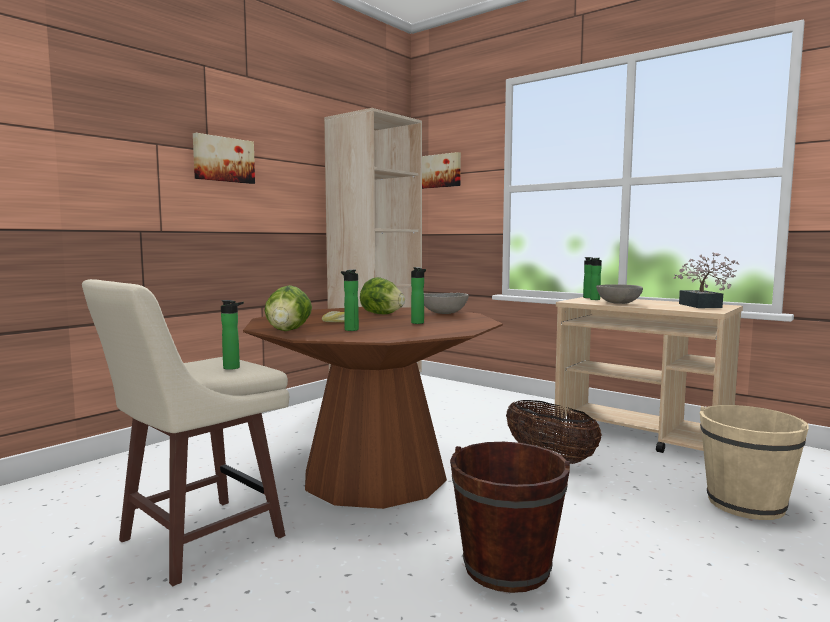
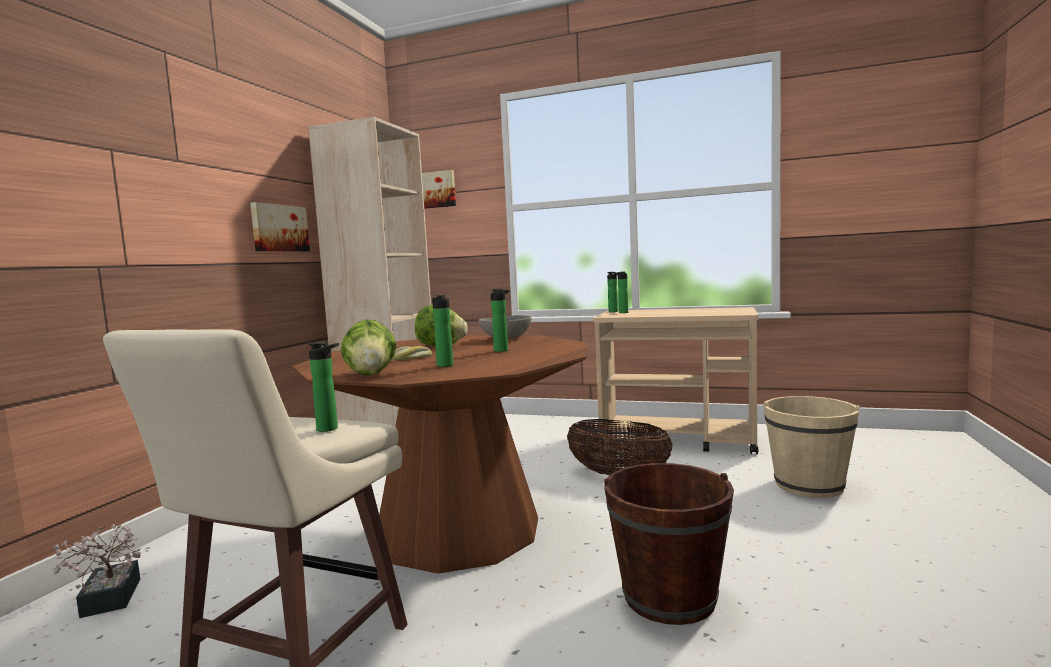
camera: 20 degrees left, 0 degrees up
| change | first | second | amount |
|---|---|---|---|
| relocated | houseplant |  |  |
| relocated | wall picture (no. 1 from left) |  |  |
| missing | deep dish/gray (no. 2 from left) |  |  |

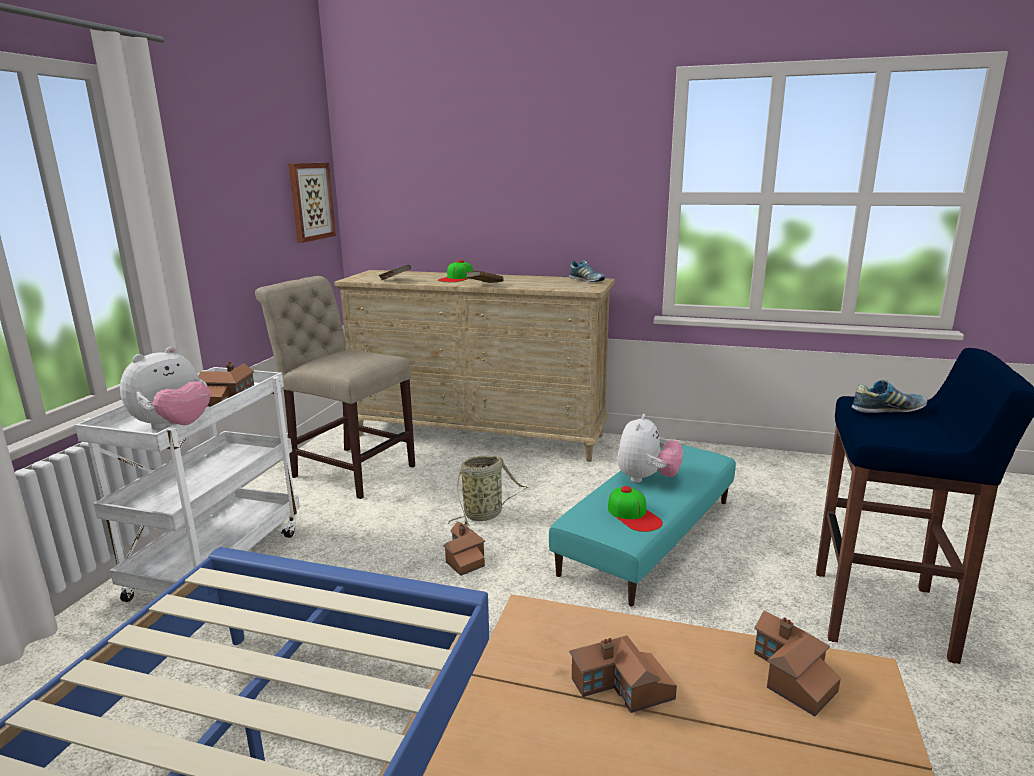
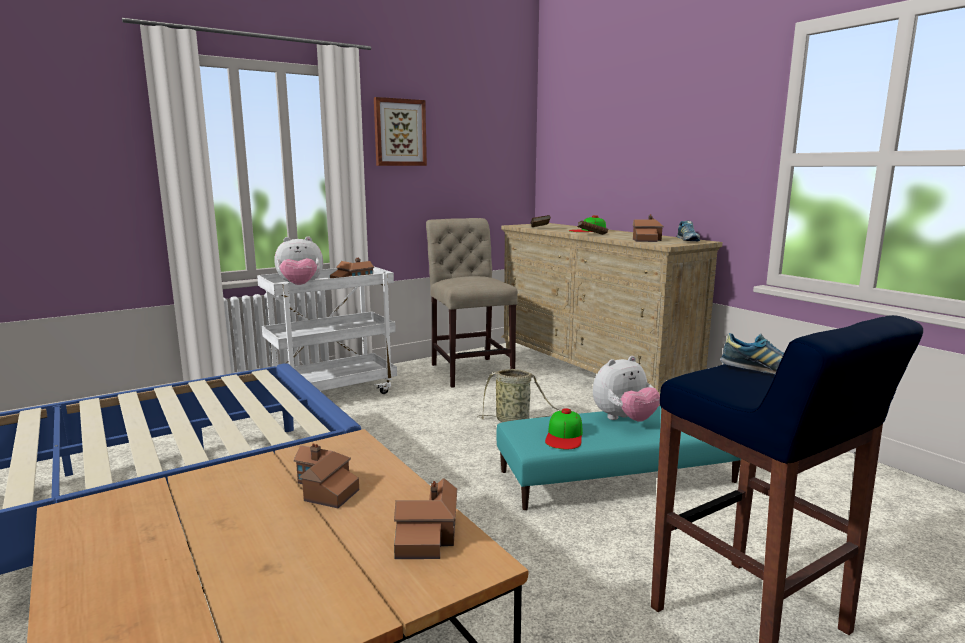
camera: 40 degrees right, 5 degrees down
| change | first | second | amount |
|---|---|---|---|
| relocated | wall picture |  |  |
| relocated | toy house (no. 2 from left in the first image) | toy house (no. 4 from left) |  |

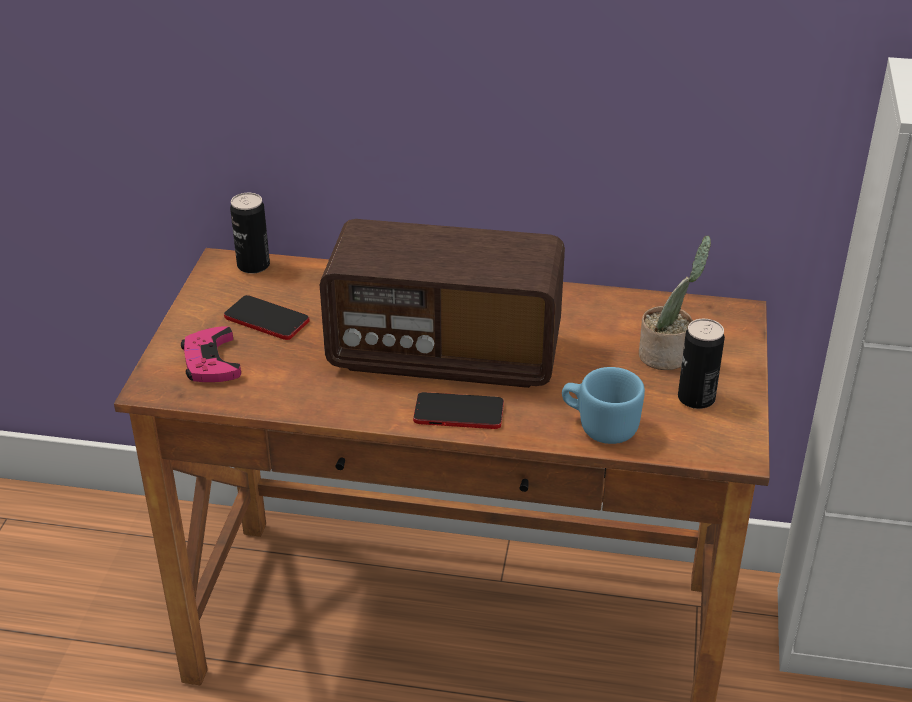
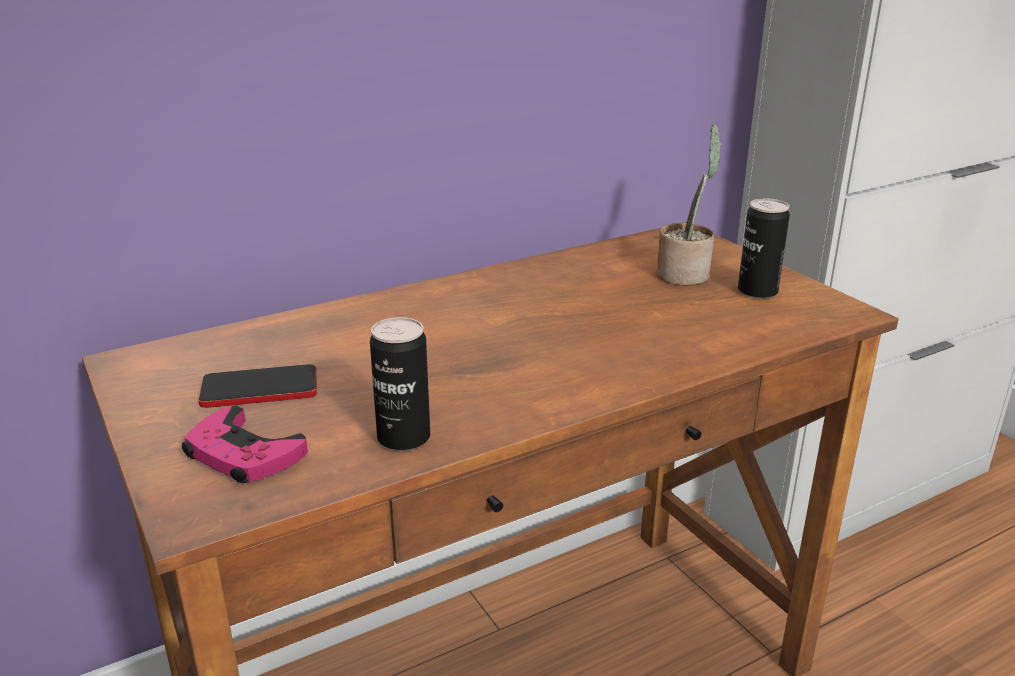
camera: 40 degrees left, 10 degrees down
| change | first | second | amount |
|---|---|---|---|
| relocated | can (no. 1 from left) |  |  |
| missing | radio receiver |  |  |
| missing | handset (no. 2 from left) |  |  |
| missing | mug/blue-coloured |  |  |

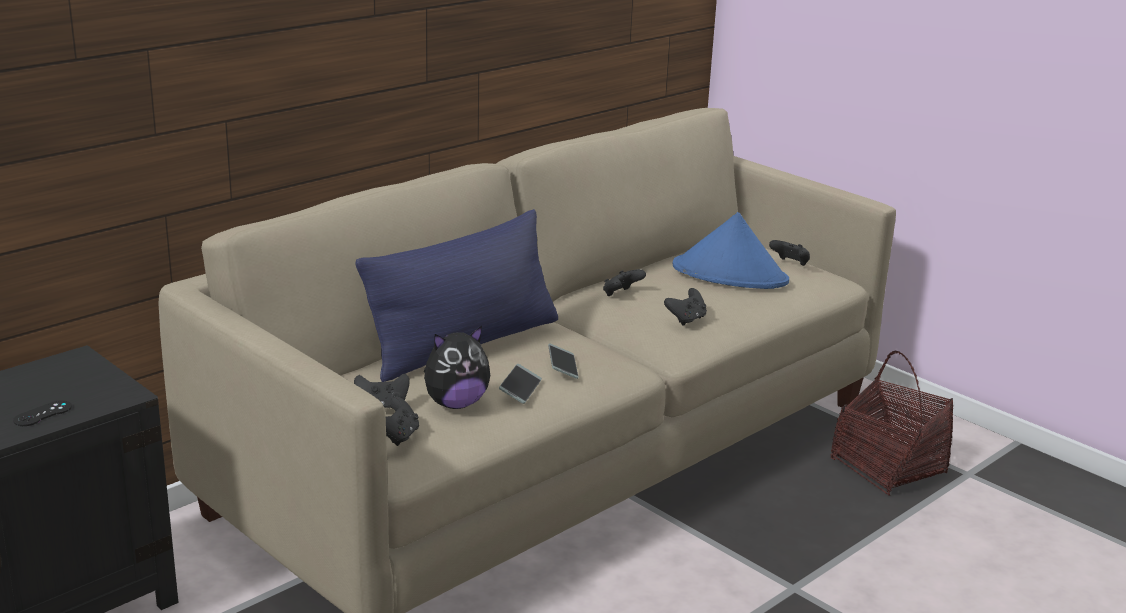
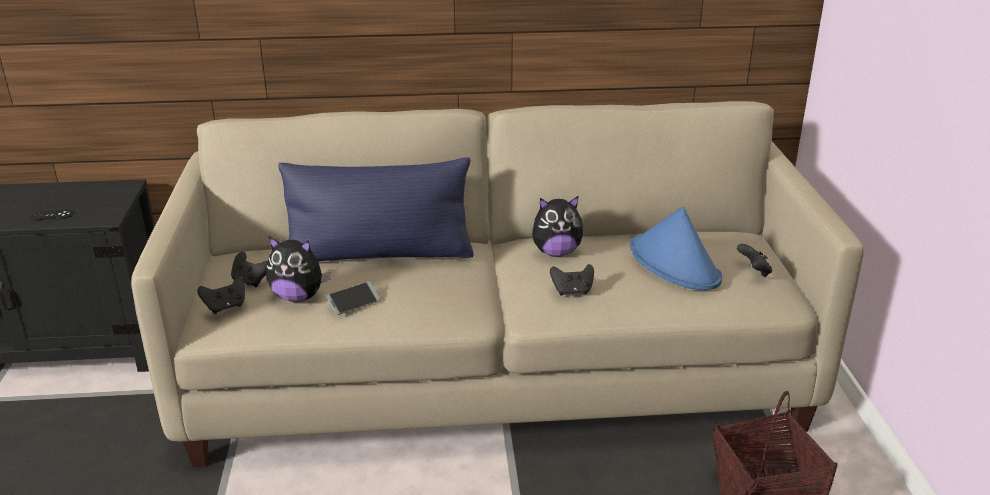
camera: 40 degrees right, 5 degrees up
| change | first | second | amount |
|---|---|---|---|
| exchanged | game controller/blackish (no. 4 from left) | cuddly toy (no. 2 from left) |  |
| missing | handset (no. 2 from left) |  |  |

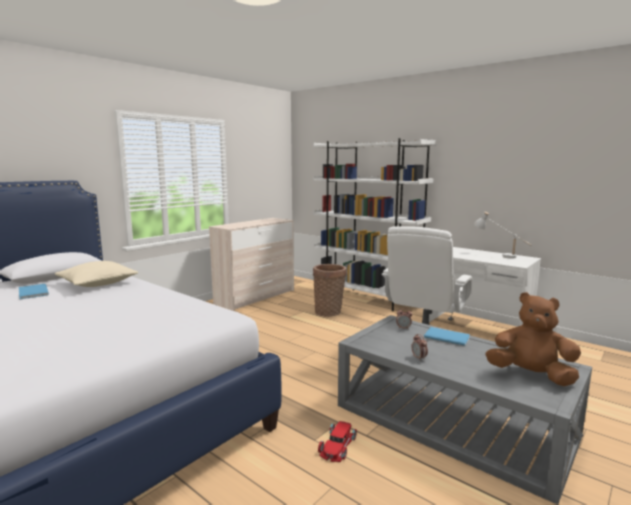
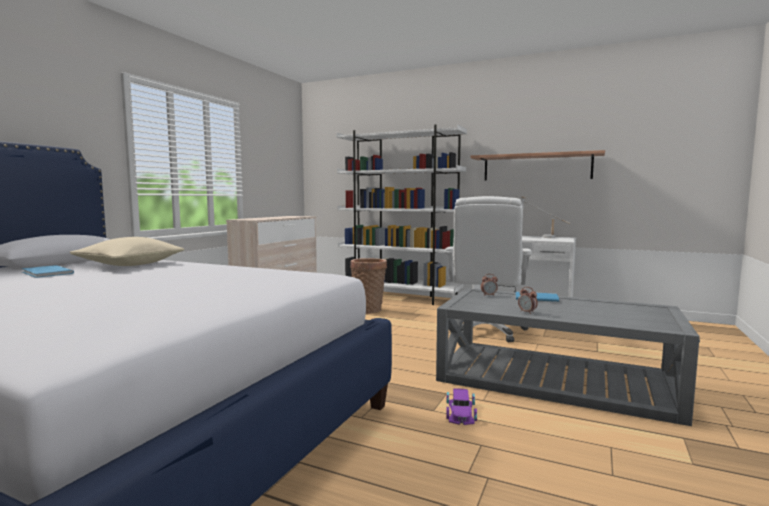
camera: 15 degrees left, 5 degrees down
| change | first | second | amount |
|---|---|---|---|
| colour | toy car/reddish | toy car/purplish |  |
| appeared |  | shelf |  |
| missing | cuddly toy/brown-coloured |  |  |

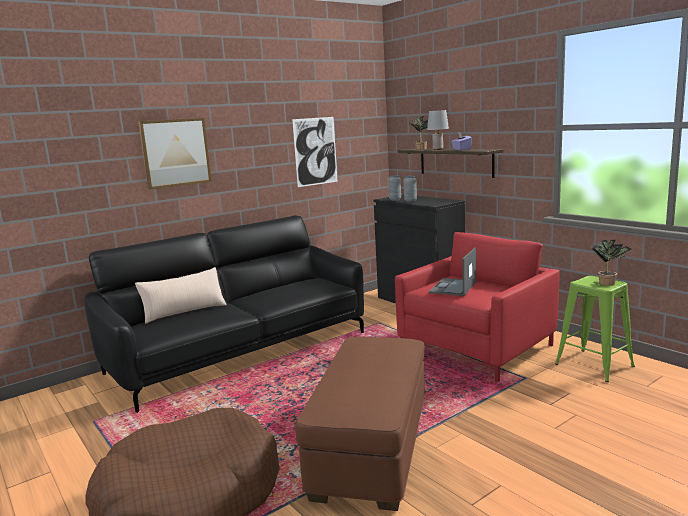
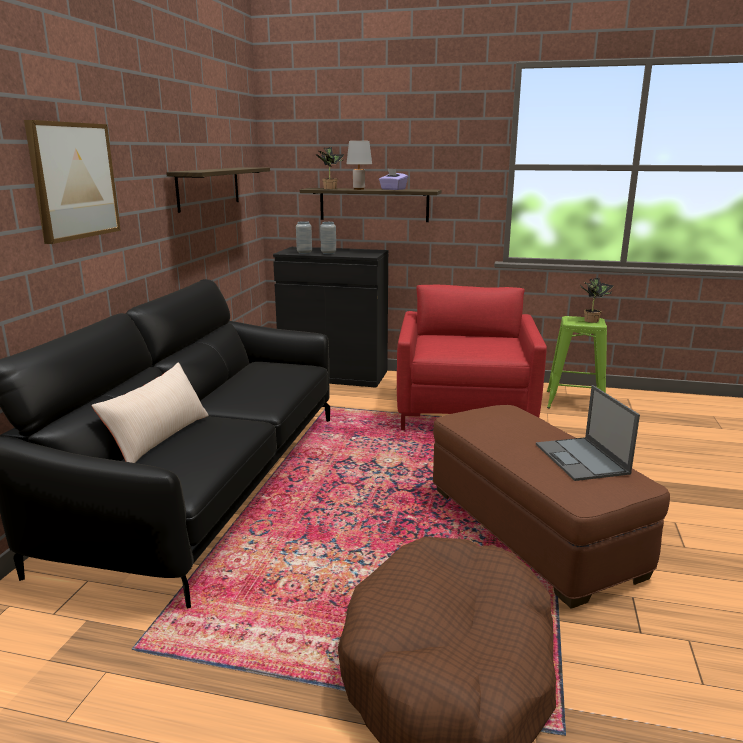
camera: 40 degrees left, 5 degrees up
| change | first | second | amount |
|---|---|---|---|
| exchanged | wall picture (no. 2 from left) | shelf (no. 1 from left) |  |
| relocated | laptop |  |  |

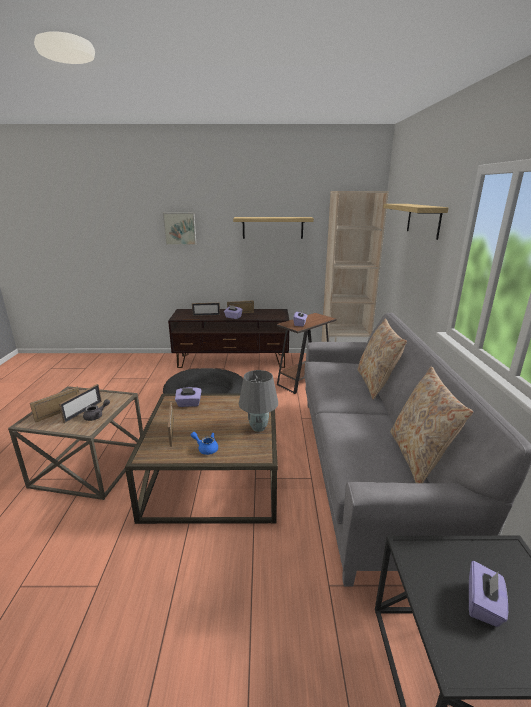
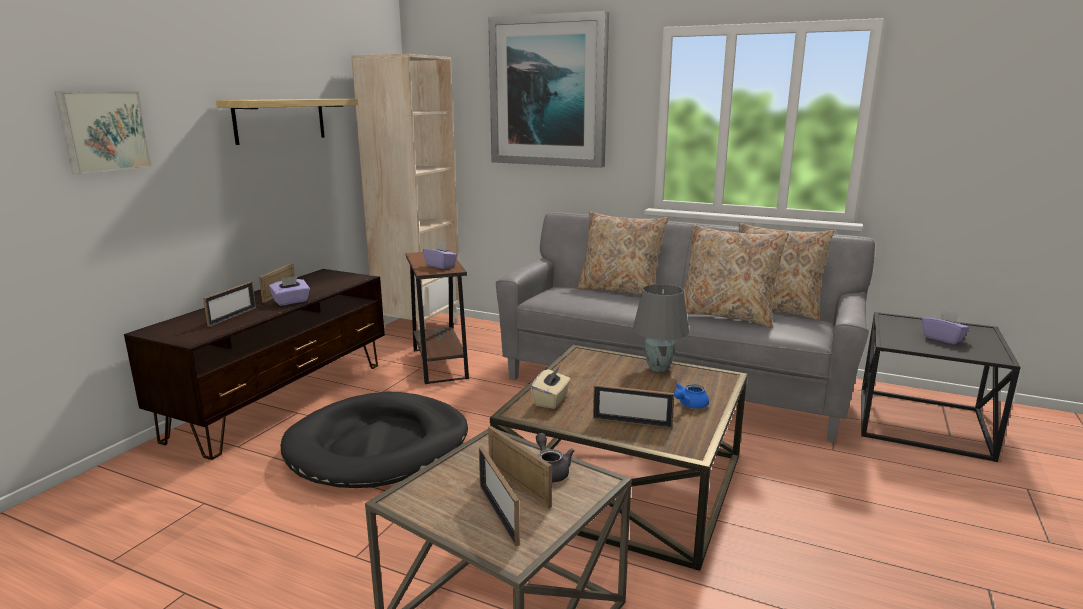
camera: 65 degrees left, 5 degrees down
| change | first | second | amount |
|---|---|---|---|
| exchanged | shelf (no. 2 from left) | wall picture (no. 2 from left) |  |
| colour | tissue box/purplish (no. 1 from left) | tissue box/beige |  |
| appeared |  | throw pillow/beige (no. 2 from left) |  |

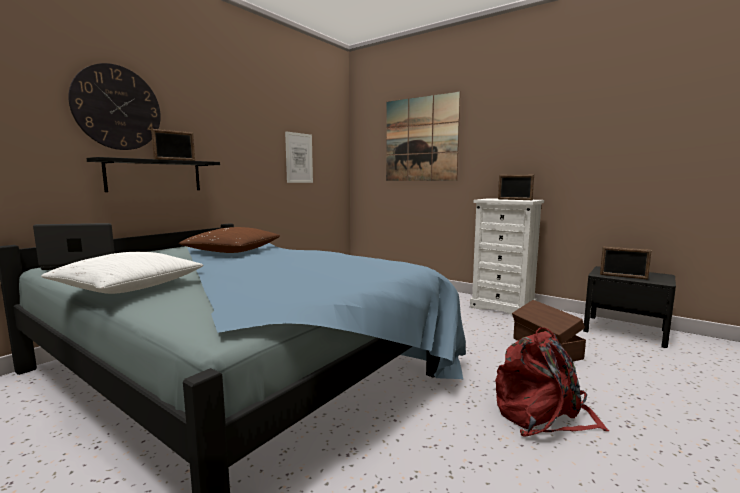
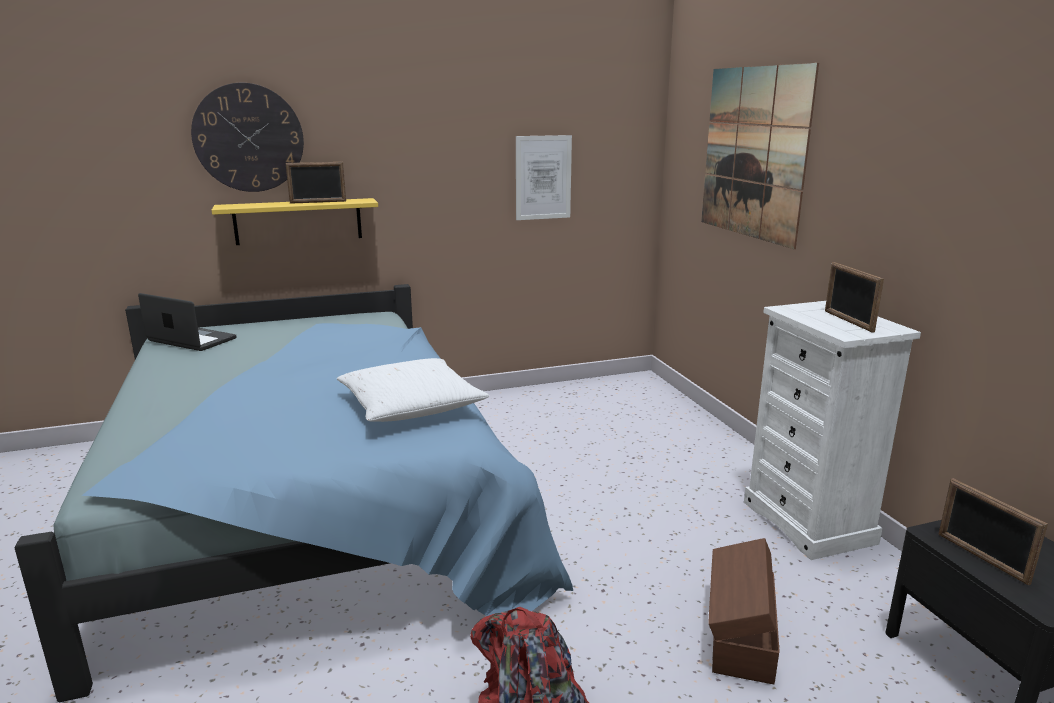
camera: 35 degrees right, 10 degrees up
| change | first | second | amount |
|---|---|---|---|
| colour | shelf/blackish | shelf/yellowish |  |
| relocated | throw pillow/white-coloured |  |  |
| missing | throw pillow/brown-coloured |  |  |

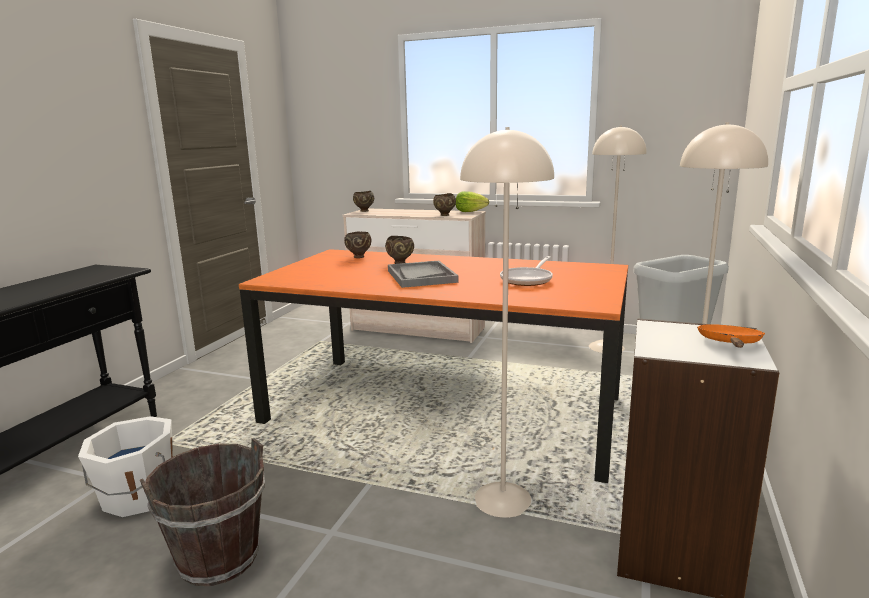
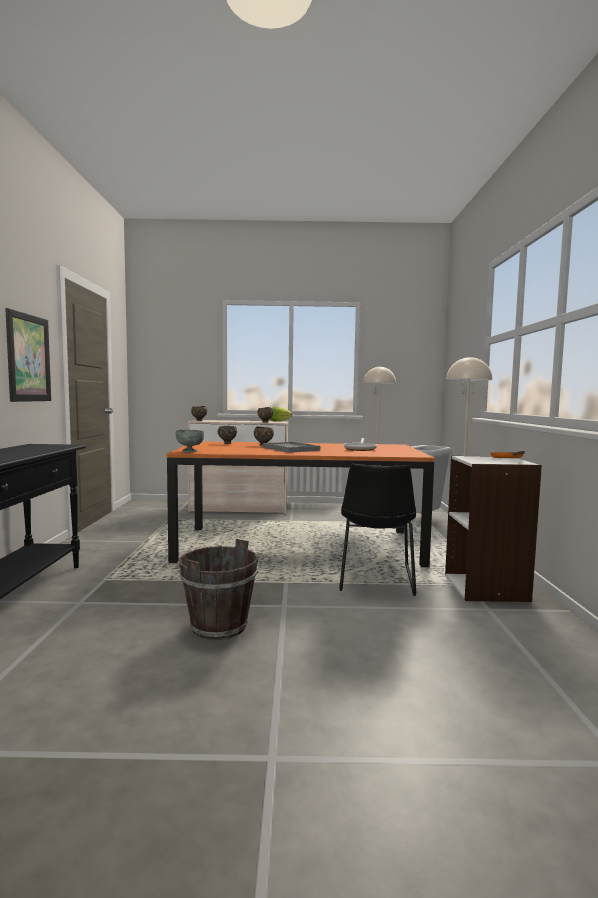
camera: 20 degrees left, 10 degrees down
| change | first | second | amount |
|---|---|---|---|
| appeared |  | wall picture |  |
| appeared |  | deep dish/gray |  |
| exchanged | standing lamp/beige (no. 1 from left) | plain chair/blackish |  |
| missing | water bucket/white-coloured |  |  |

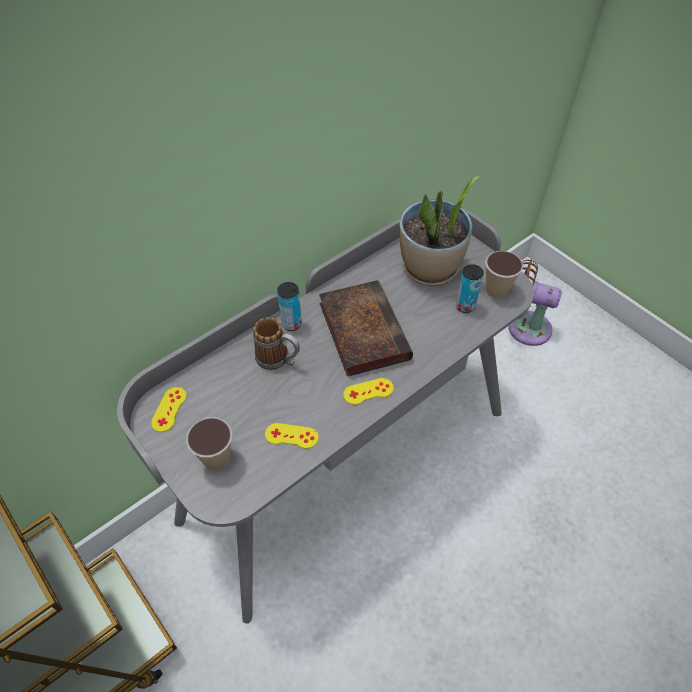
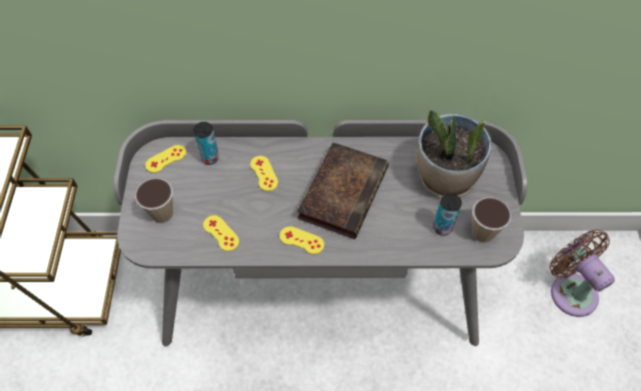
camera: 40 degrees right, 5 degrees up
| change | first | second | amount |
|---|---|---|---|
| relocated | can (no. 1 from left) |  |  |
| exchanged | mug | game controller/yellowish (no. 3 from left) |  |

